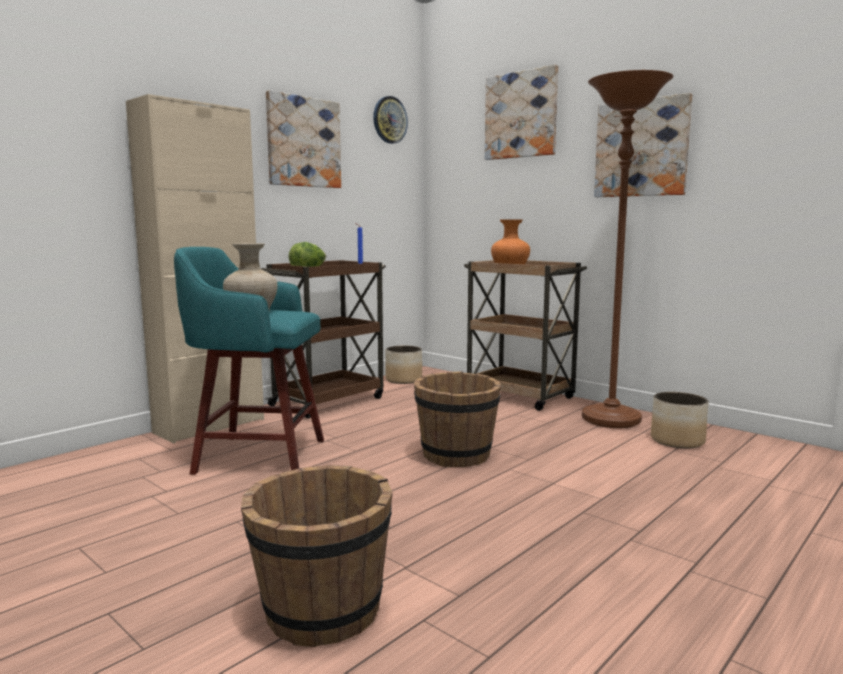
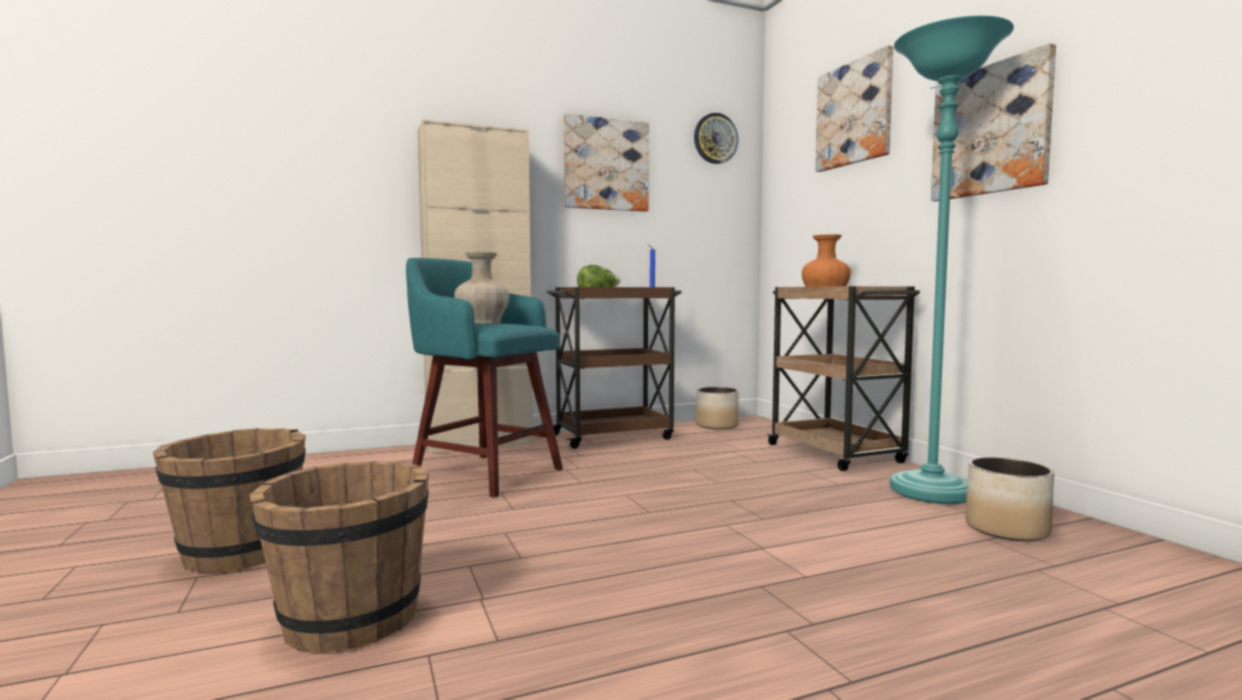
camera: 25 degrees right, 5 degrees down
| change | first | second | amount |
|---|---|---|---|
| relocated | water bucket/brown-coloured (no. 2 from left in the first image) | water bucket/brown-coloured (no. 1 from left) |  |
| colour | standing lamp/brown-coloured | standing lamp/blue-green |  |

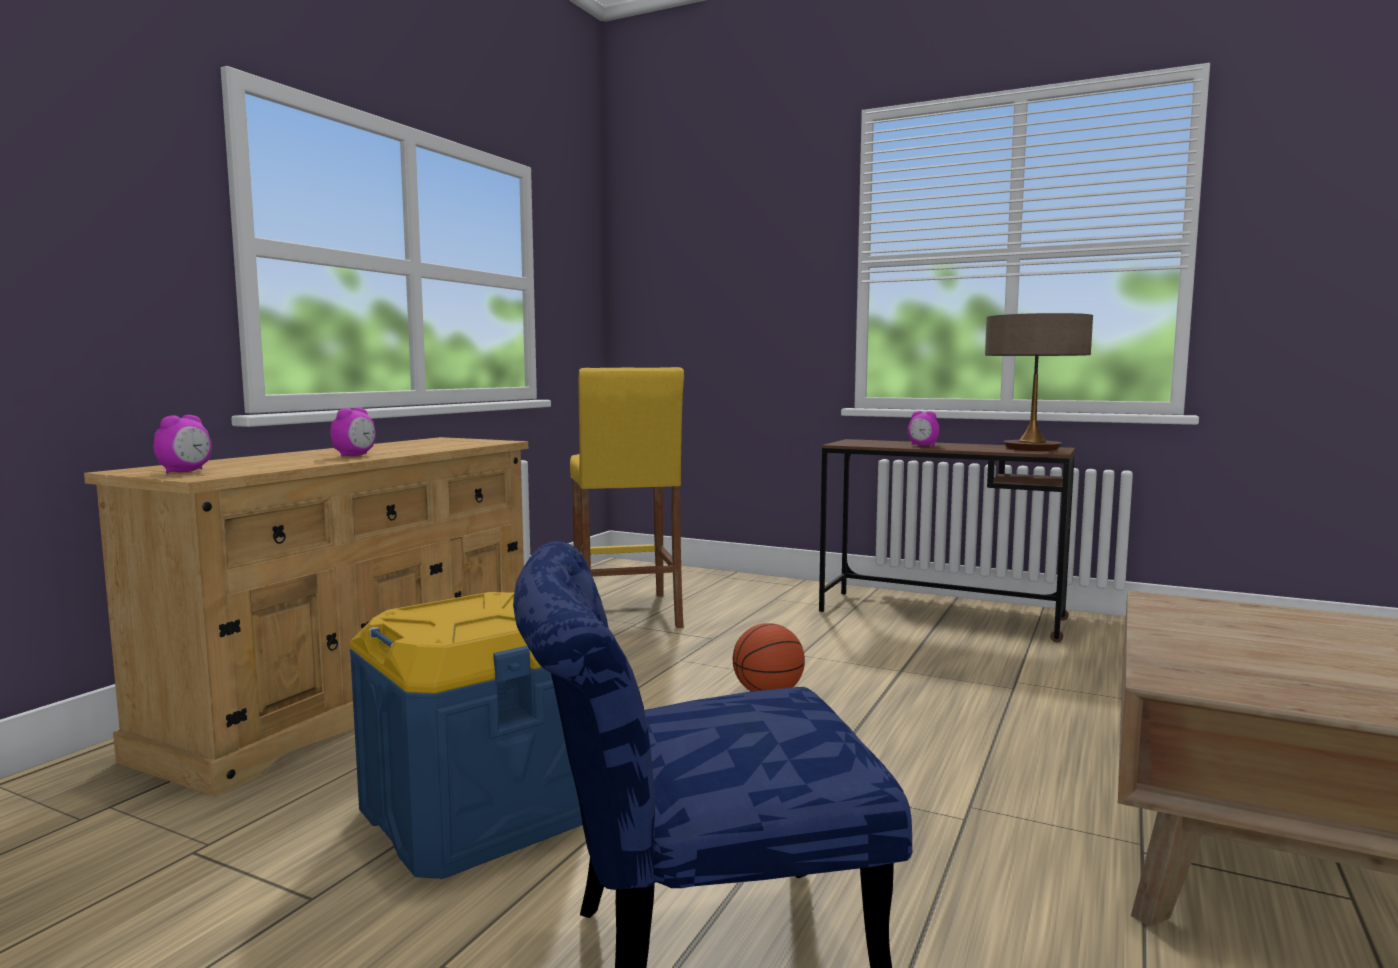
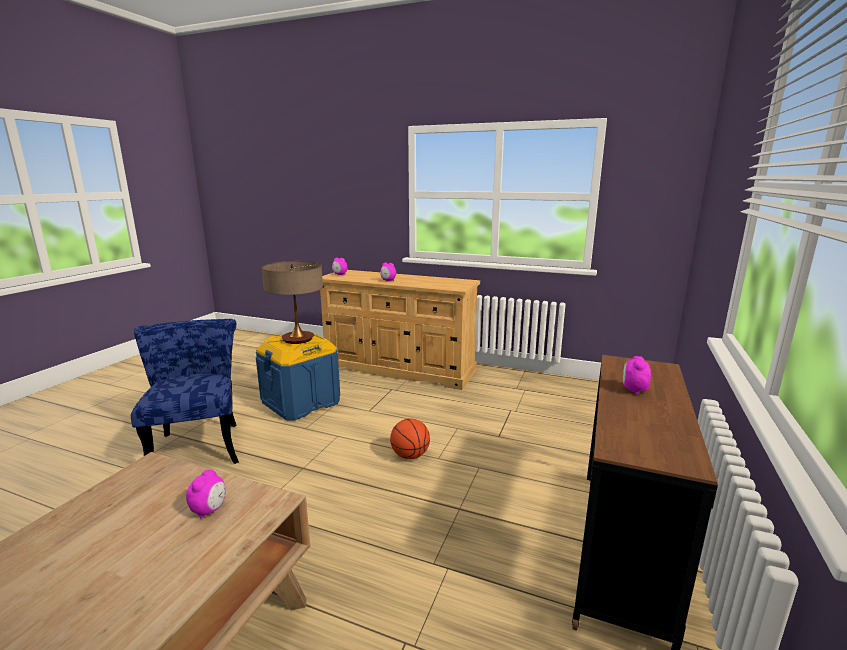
camera: 85 degrees right, 10 degrees up
| change | first | second | amount |
|---|---|---|---|
| appeared |  | table clock (no. 1 from left) |  |
| relocated | table lamp |  |  |
| missing | stool seat/yellowish |  |  |

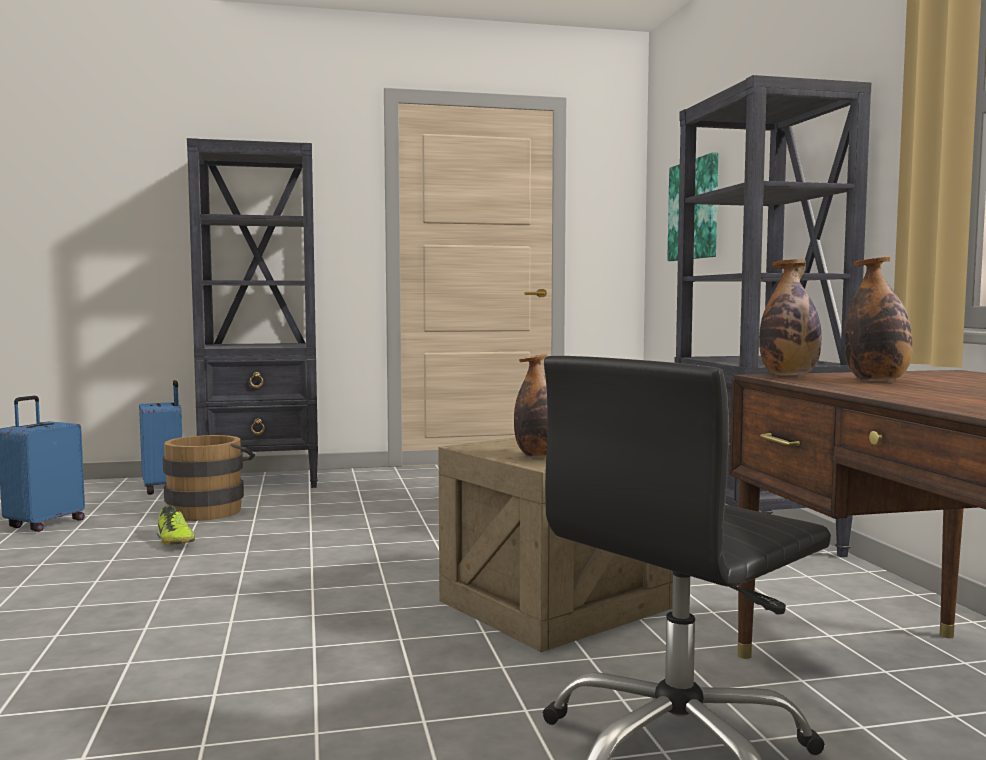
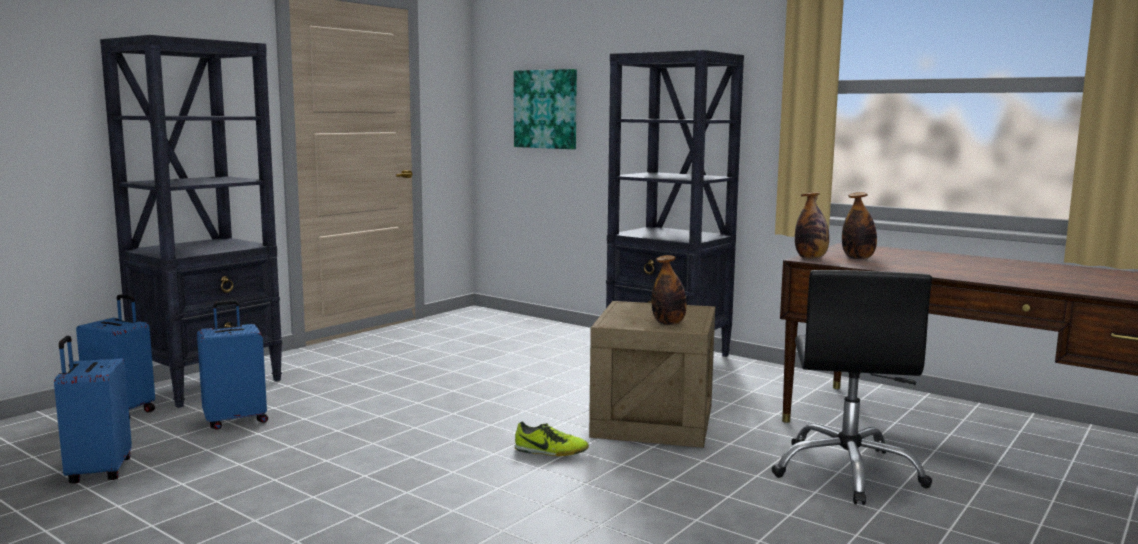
camera: 40 degrees left, 5 degrees up
| change | first | second | amount |
|---|---|---|---|
| exchanged | water bucket/brown-coloured | piece of luggage/blue-coloured (no. 3 from left) |  |
| relocated | low shoe |  |  |

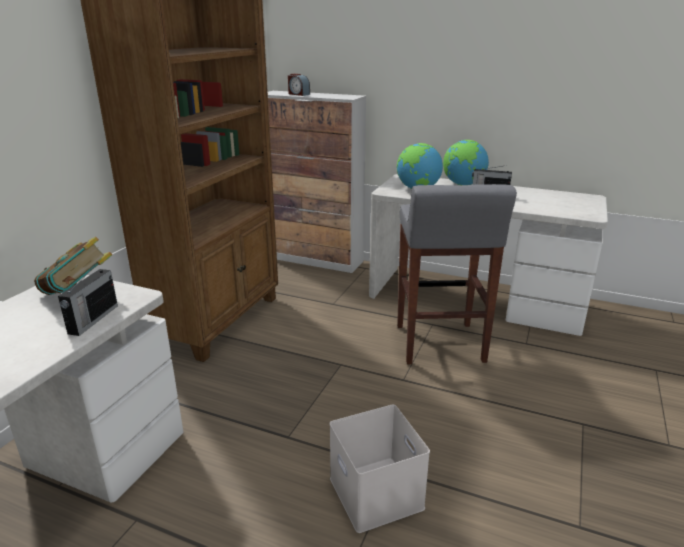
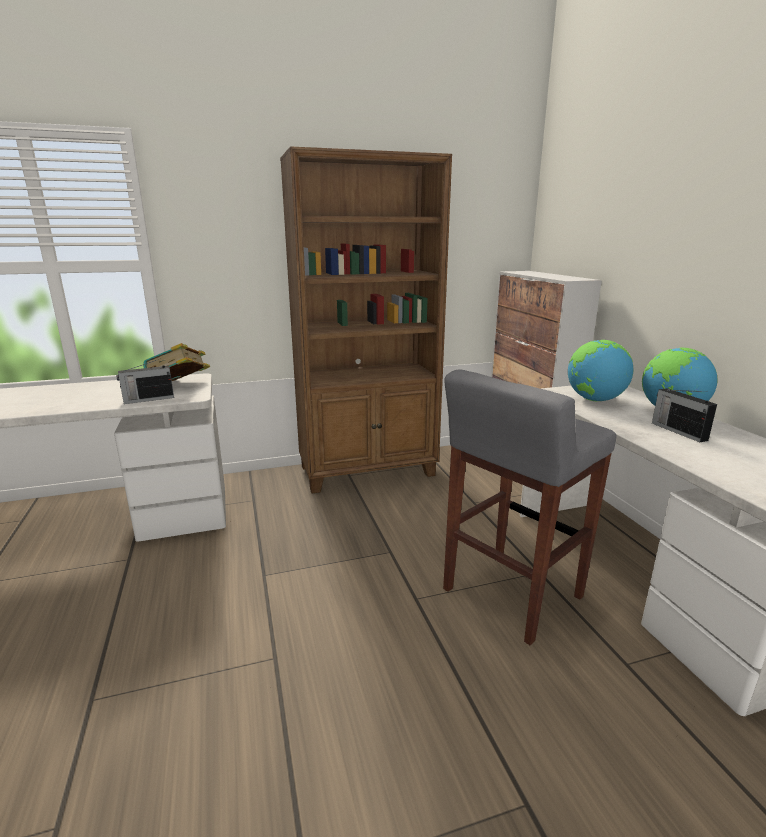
camera: 50 degrees right, 5 degrees down
| change | first | second | amount |
|---|---|---|---|
| missing | table clock |  |  |
| missing | storage container/white-coloured |  |  |

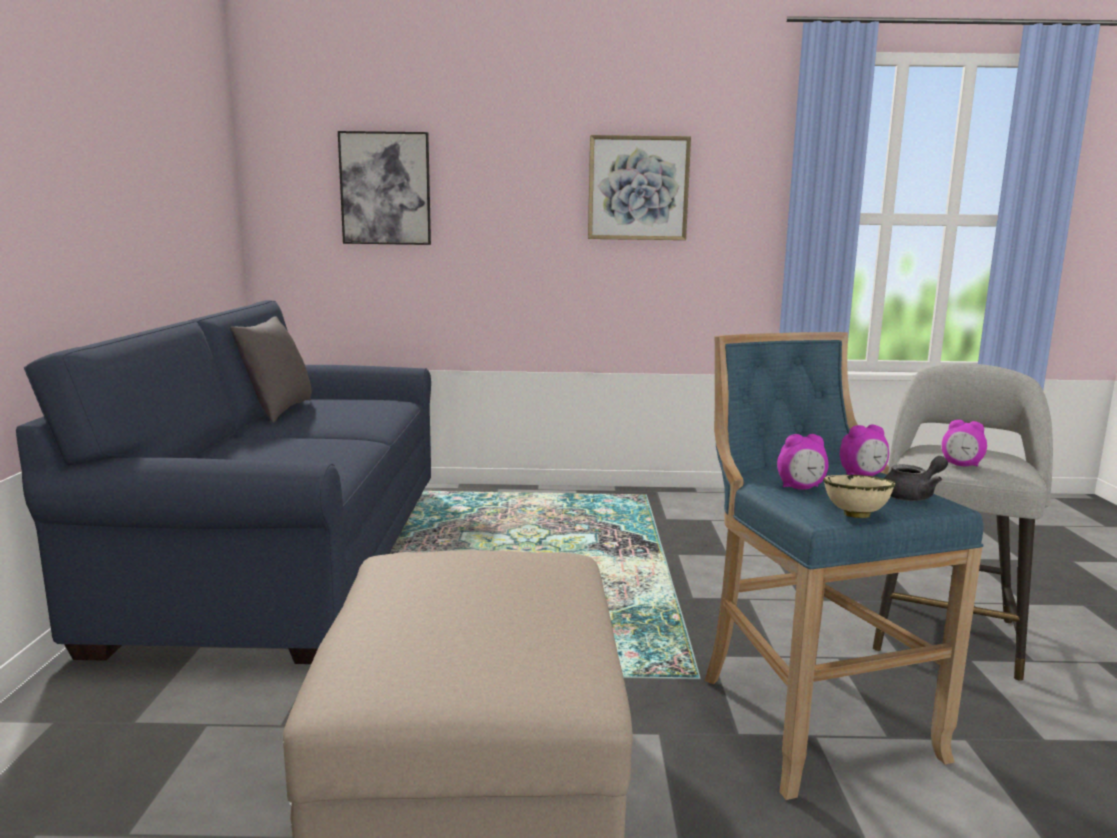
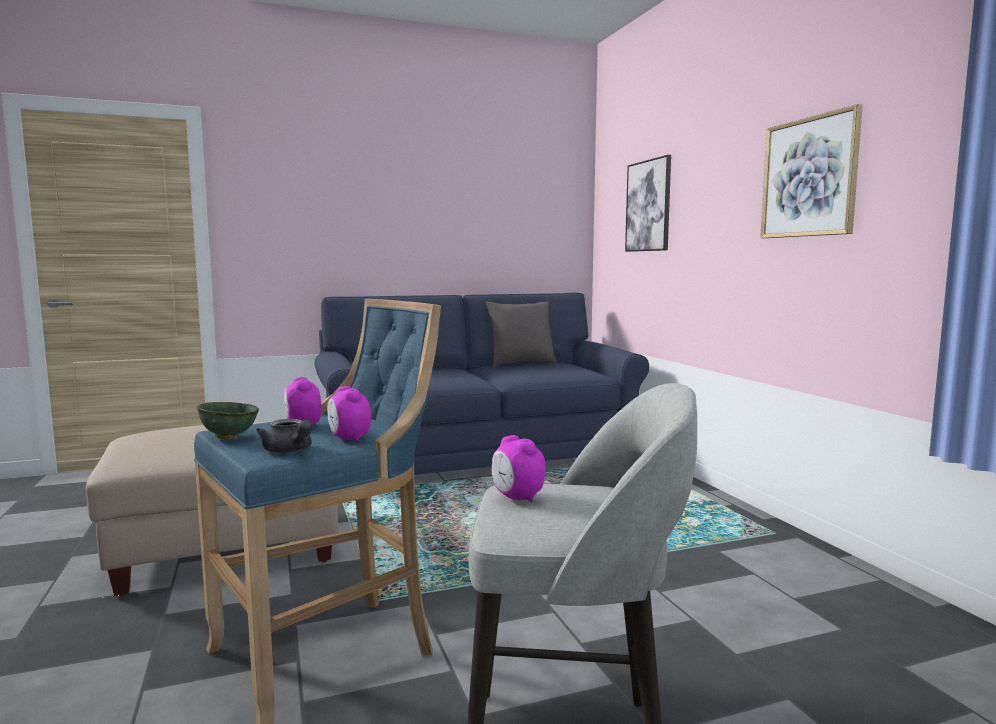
camera: 70 degrees right, 5 degrees down
| change | first | second | amount |
|---|---|---|---|
| colour | deep dish/beige | deep dish/greenish |  |
| spun | table clock (no. 3 from left) |  | 45 degrees counterclockwise |

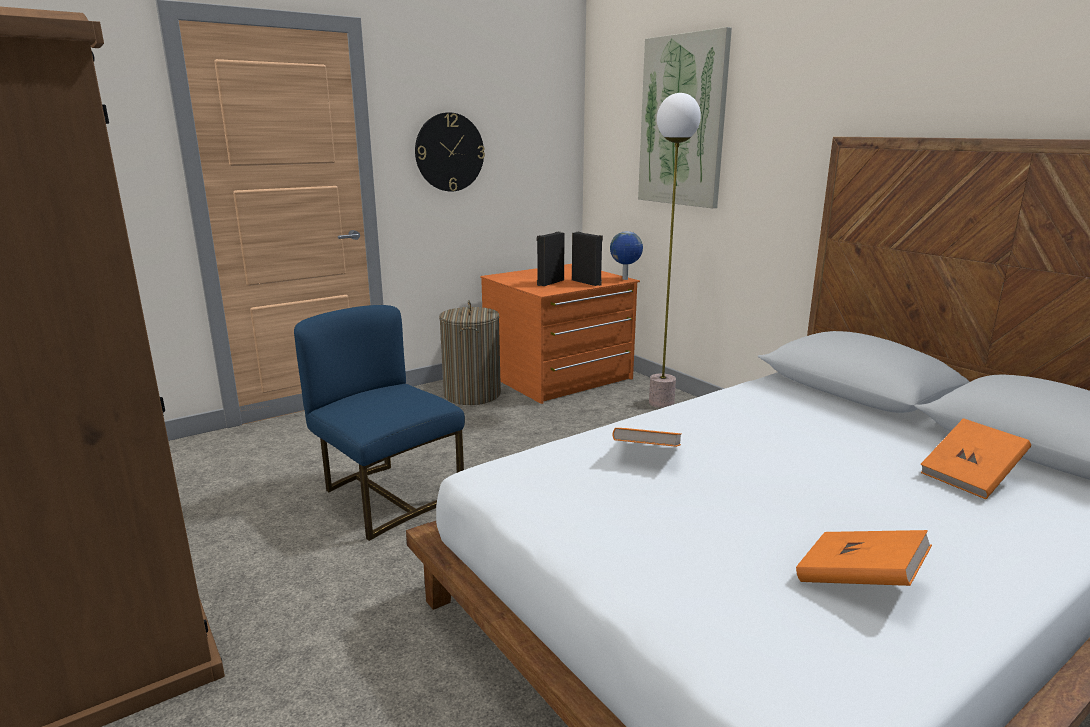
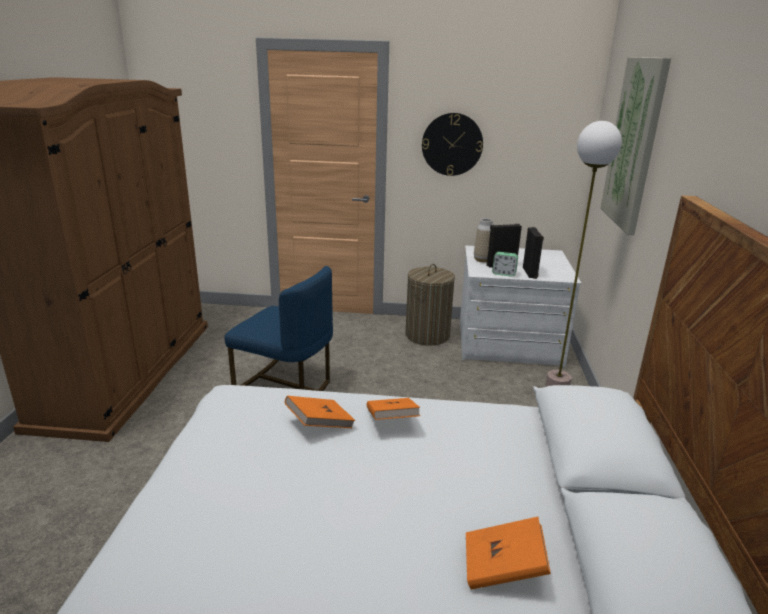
camera: 40 degrees right, 5 degrees up
| change | first | second | amount |
|---|---|---|---|
| spun | plain chair/blue-coloured |  | 120 degrees clockwise |
| relocated | bound book/orangey (no. 2 from left) |  |  |
| colour | drawer chest/orangey | drawer chest/white-coloured |  |
| appeared |  | vase |  |
| appeared |  | table clock |  |
| missing | world globe |  |  |

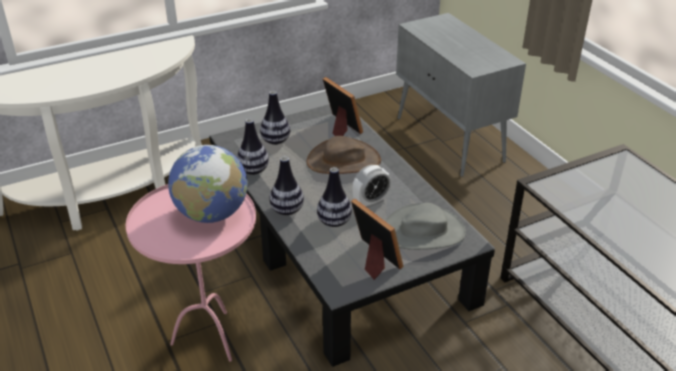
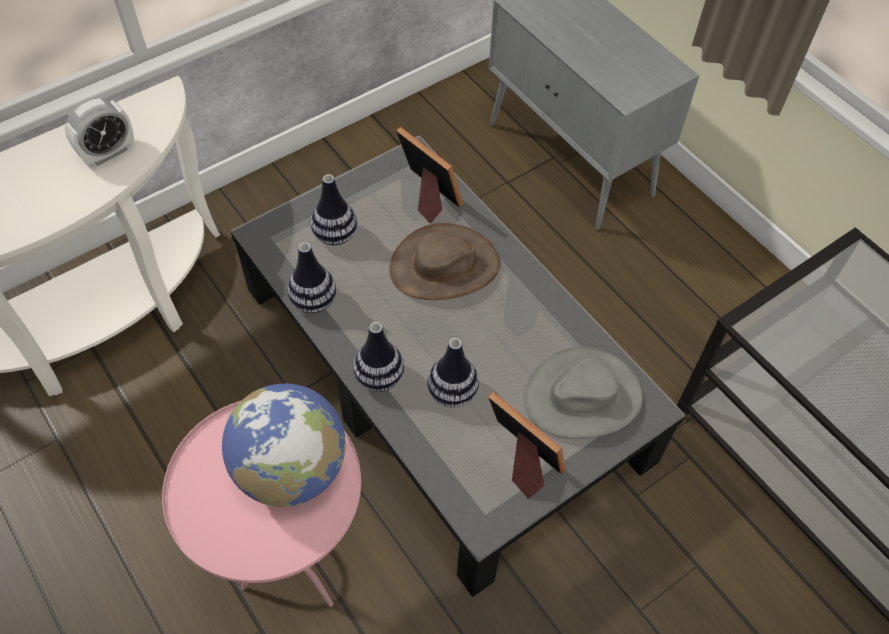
camera: 10 degrees left, 20 degrees up
| change | first | second | amount |
|---|---|---|---|
| relocated | table clock |  |  |

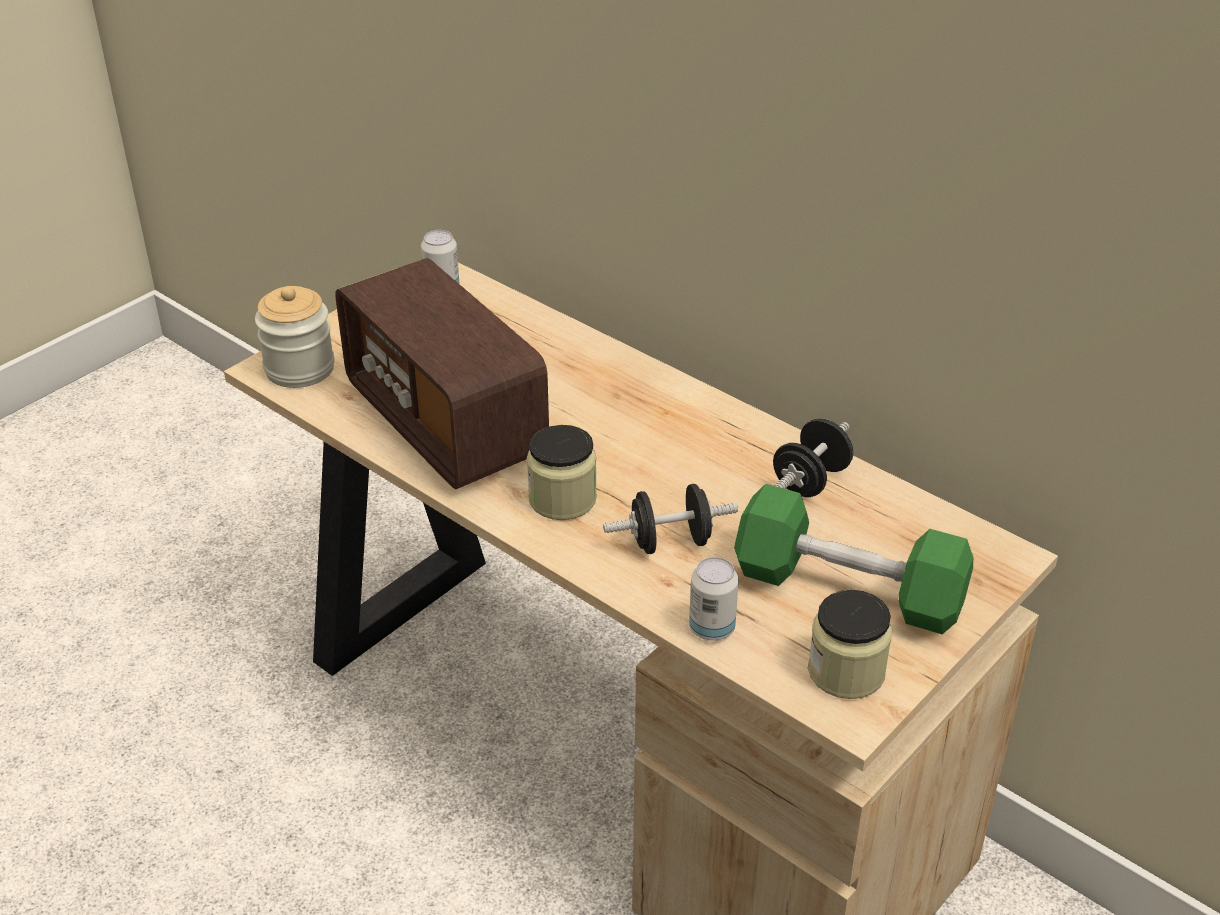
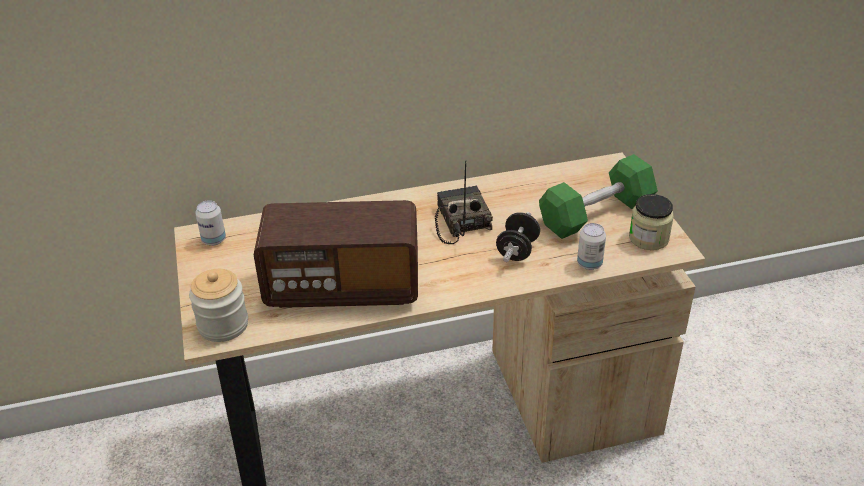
camera: 55 degrees left, 0 degrees up
| change | first | second | amount |
|---|---|---|---|
| appeared |  | radio receiver (no. 2 from left) |  |
| missing | storage jar (no. 2 from left) |  |  |
| missing | hand weight/blackish (no. 2 from left) |  |  |

